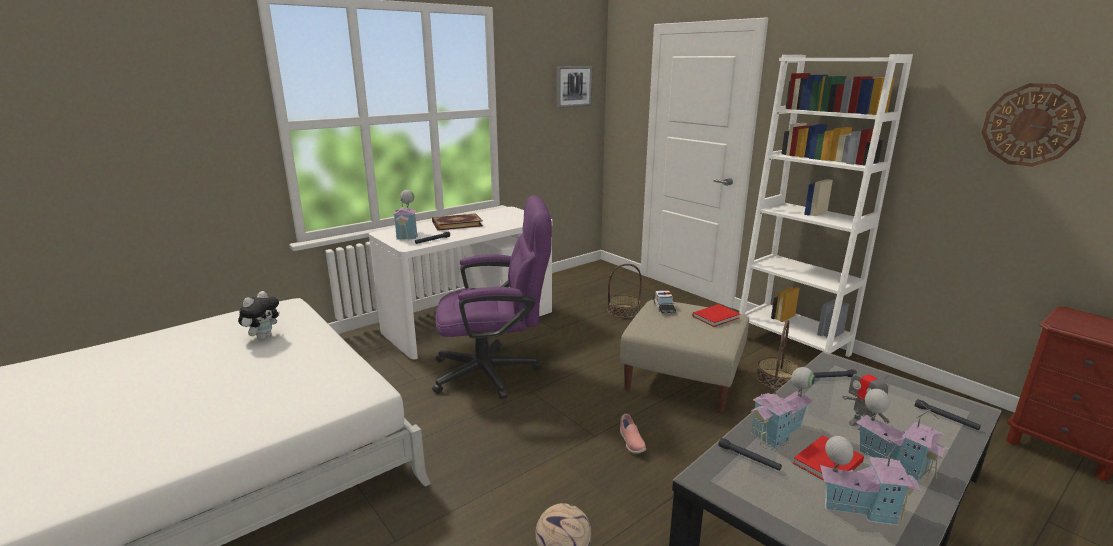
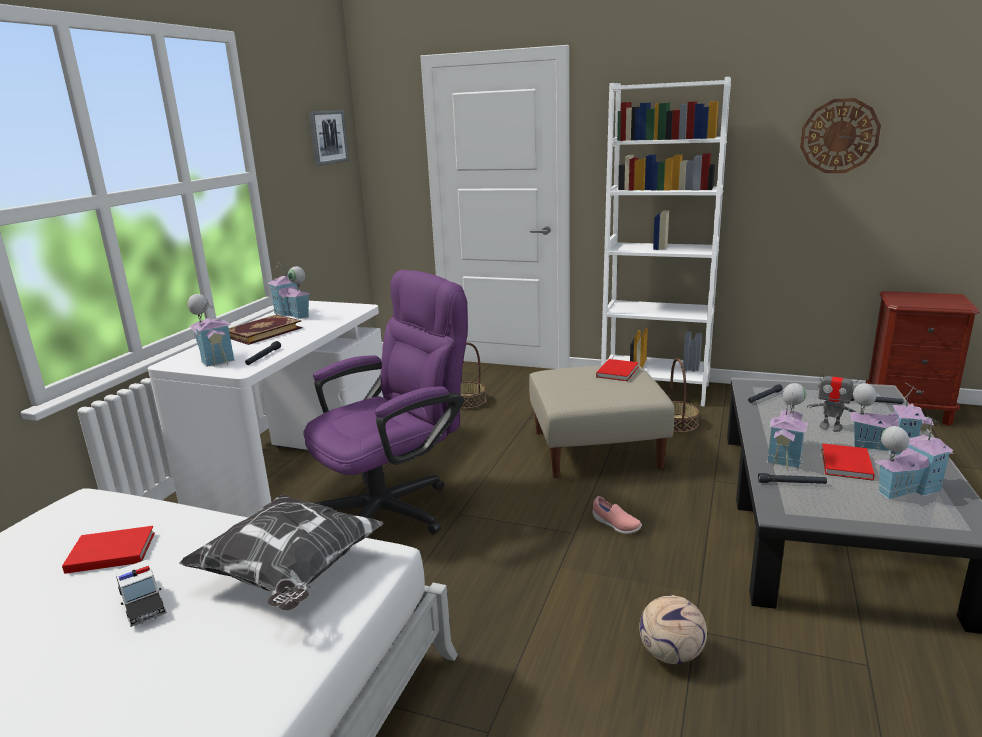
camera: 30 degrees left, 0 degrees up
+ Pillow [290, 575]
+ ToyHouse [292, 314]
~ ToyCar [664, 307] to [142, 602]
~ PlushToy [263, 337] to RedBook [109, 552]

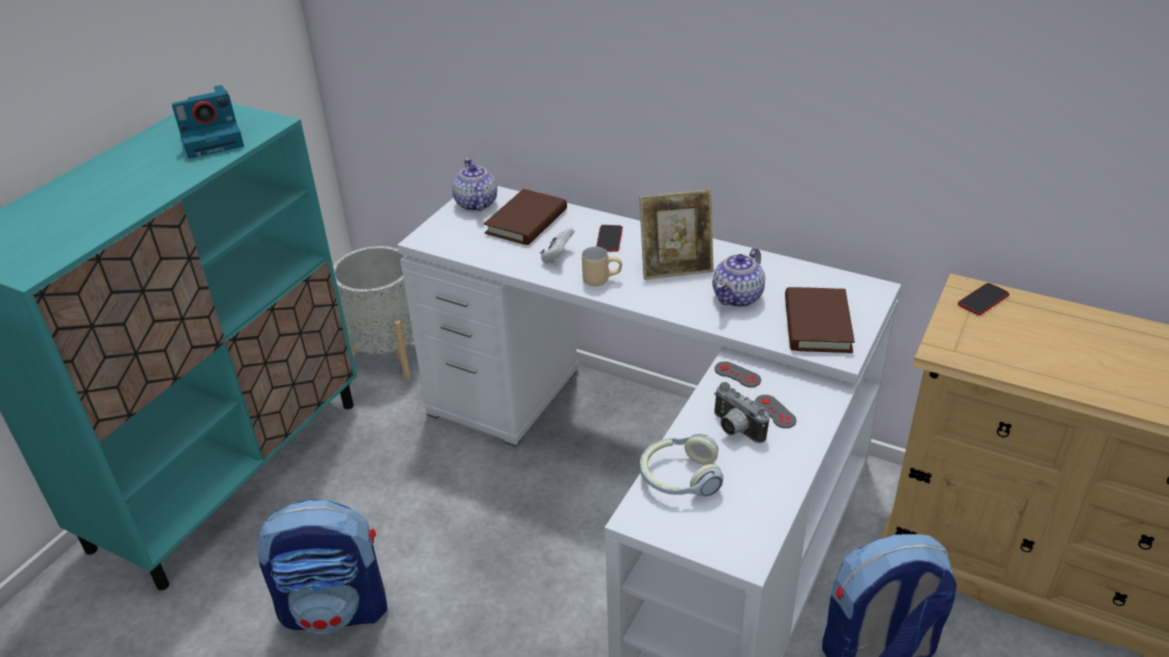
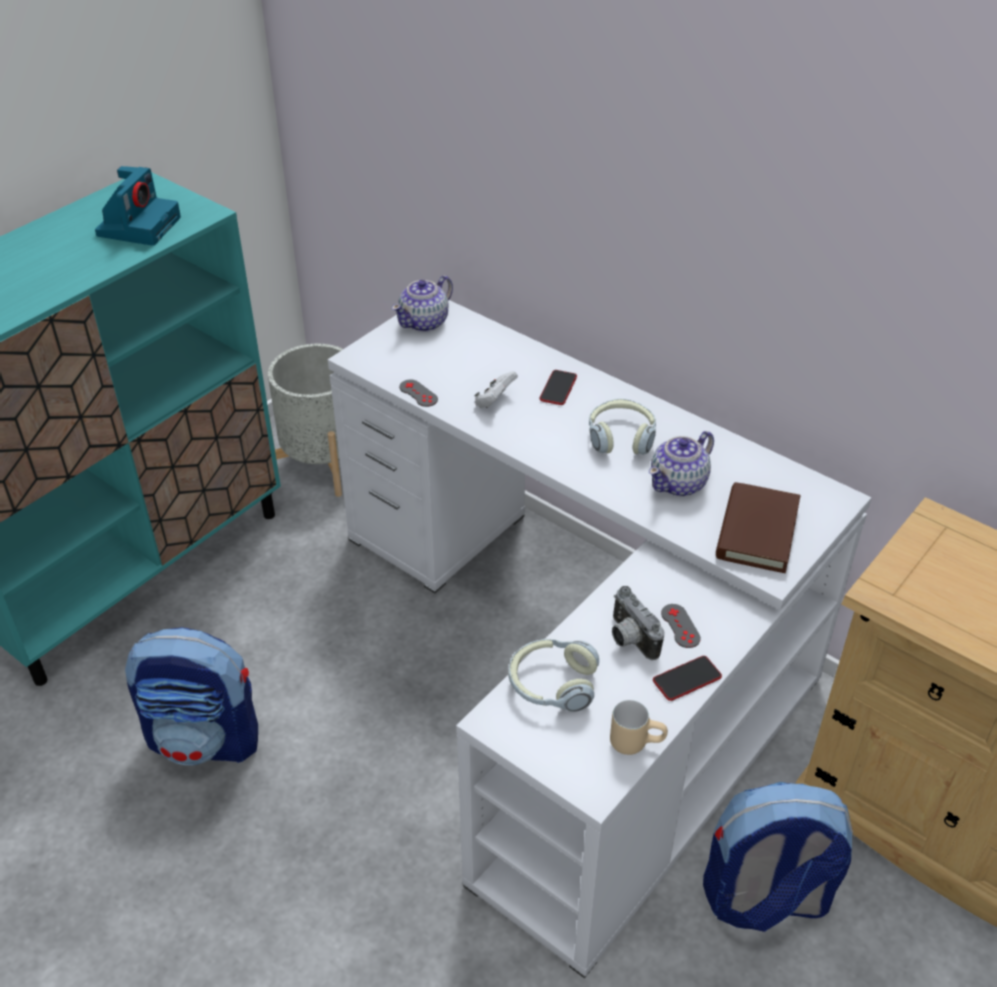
camera: 10 degrees right, 5 degrees up
- BrownBook [526, 221]
~ BeigeMug [601, 279] to [636, 741]
~ GreyGameController [737, 374] to [418, 393]
~ Phone [983, 300] to [687, 679]
~ PictureFrame [676, 268] to Headphones [621, 437]
~ PhotoCamera [213, 139] = [139, 225] 60 degrees counterclockwise
~ Teapot [476, 204] = [425, 322] 135 degrees counterclockwise

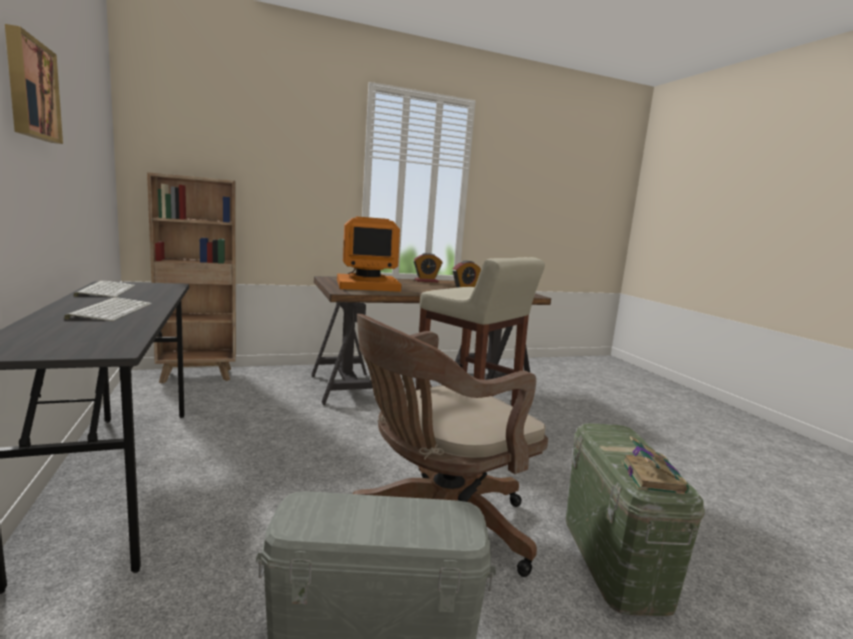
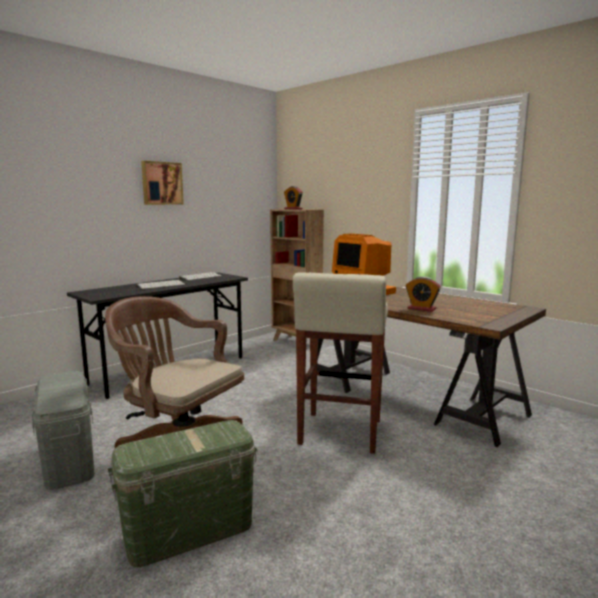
camera: 65 degrees right, 0 degrees up
- Book [651, 476]
~ AlarmClock [426, 281] to [293, 209]

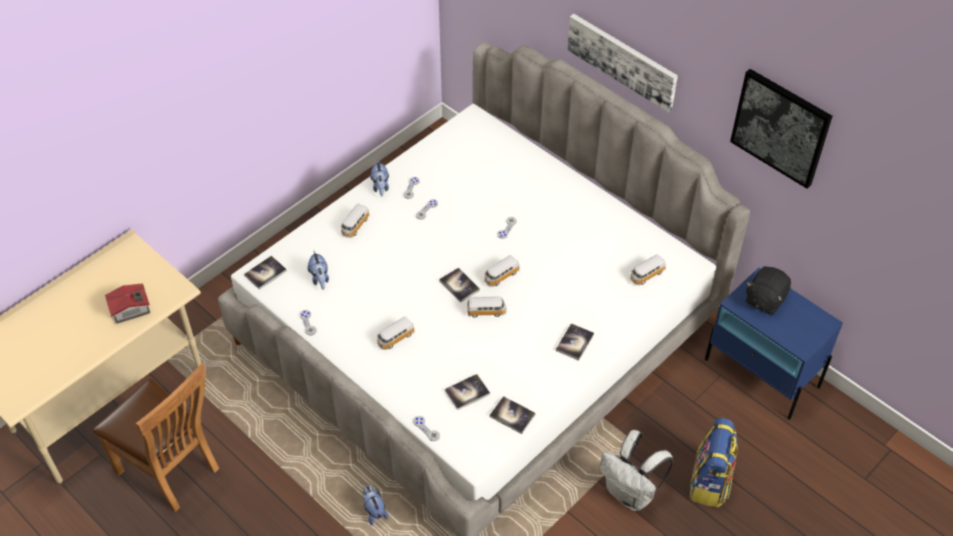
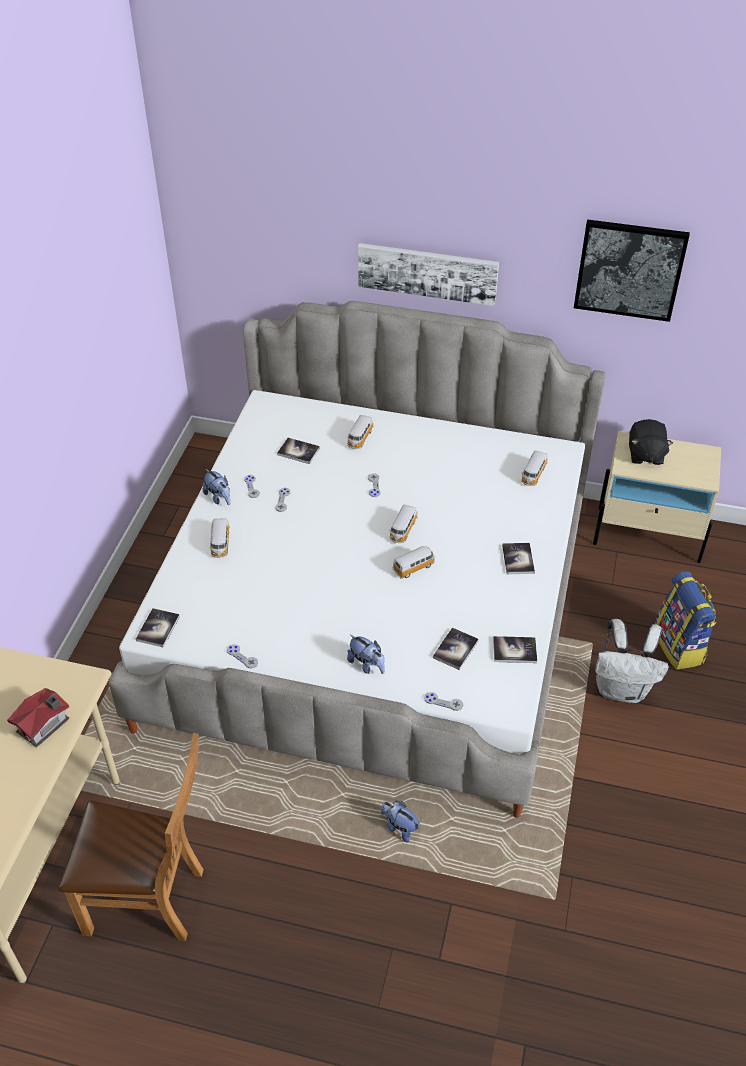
camera: 30 degrees left, 5 degrees down
~ PlushToy [320, 278] to [367, 665]
~ ToyCar [395, 338] to [359, 438]
~ Book [459, 285] to [298, 451]
~ BlueNightstand [762, 373] to BeigeNightstand [649, 535]

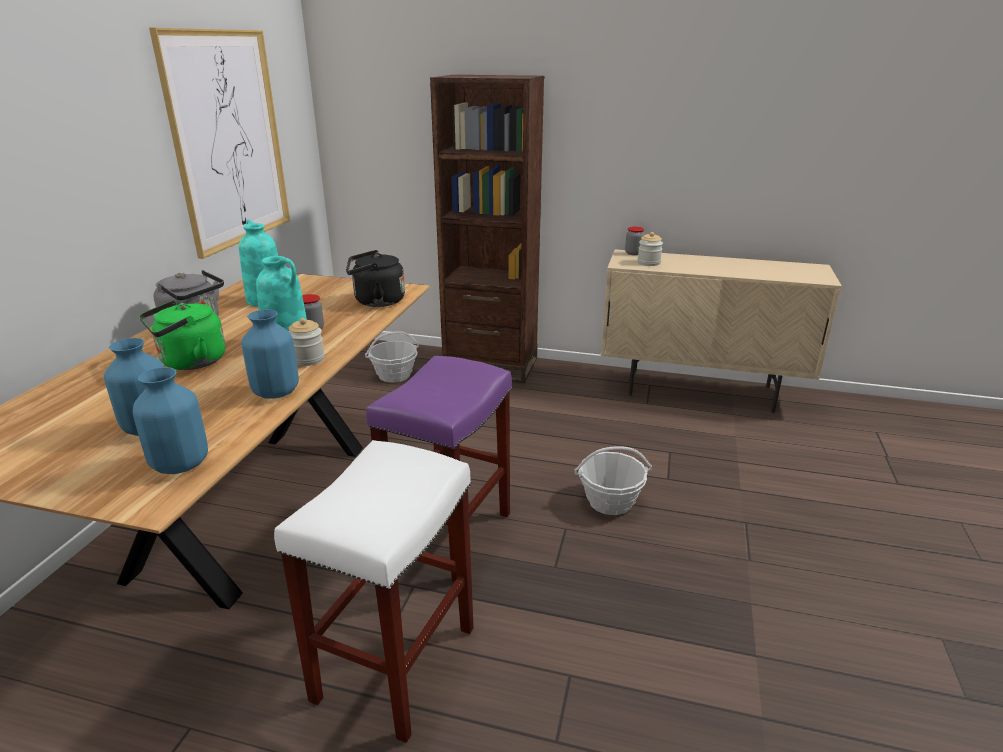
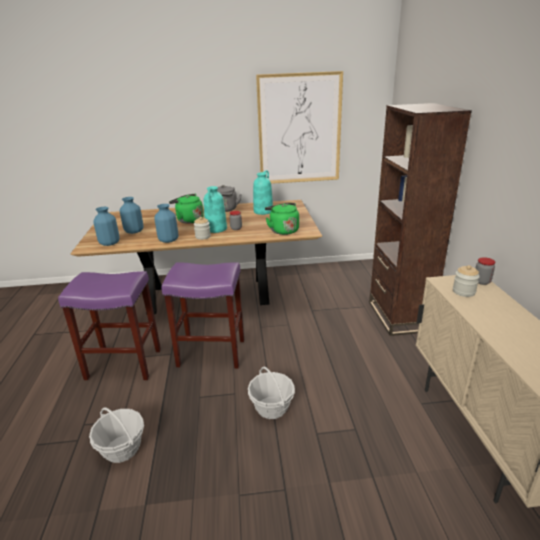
camera: 70 degrees right, 0 degrees up
~ Basket [394, 375] to [122, 448]
~ WhiteStool [395, 665] to PurpleStool [123, 364]
~ BlackKettle [376, 301] to GreenKettle [283, 230]

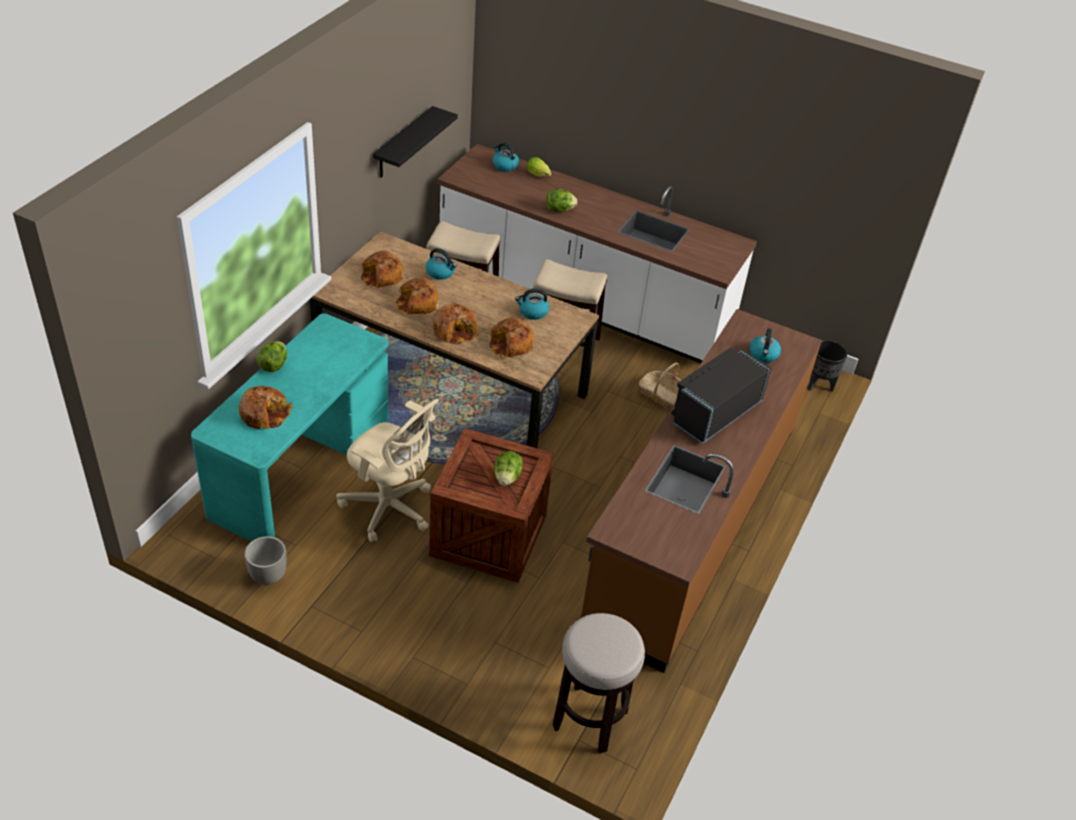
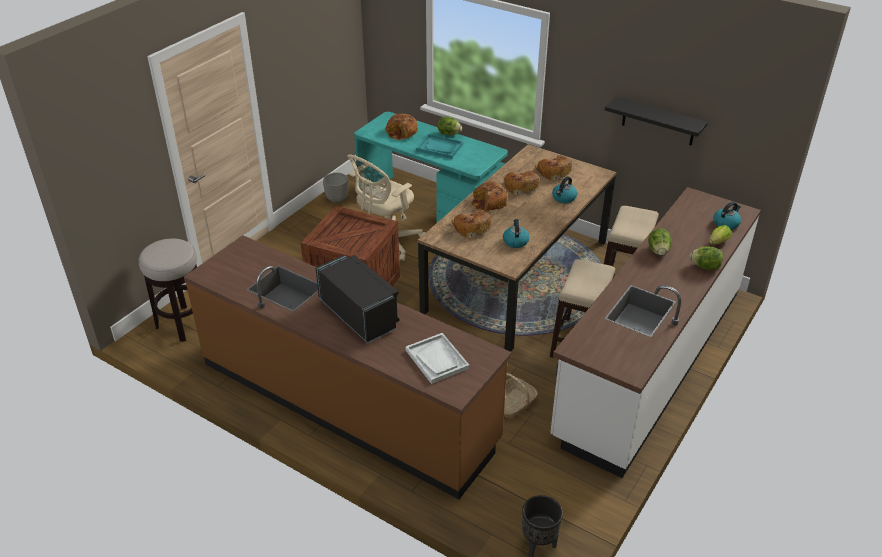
camera: 100 degrees right, 5 degrees down
+ TurquoiseTray [439, 147]
~ Lettuce [507, 478] to [705, 267]
~ Kettle [763, 355] to WhiteTray [437, 359]

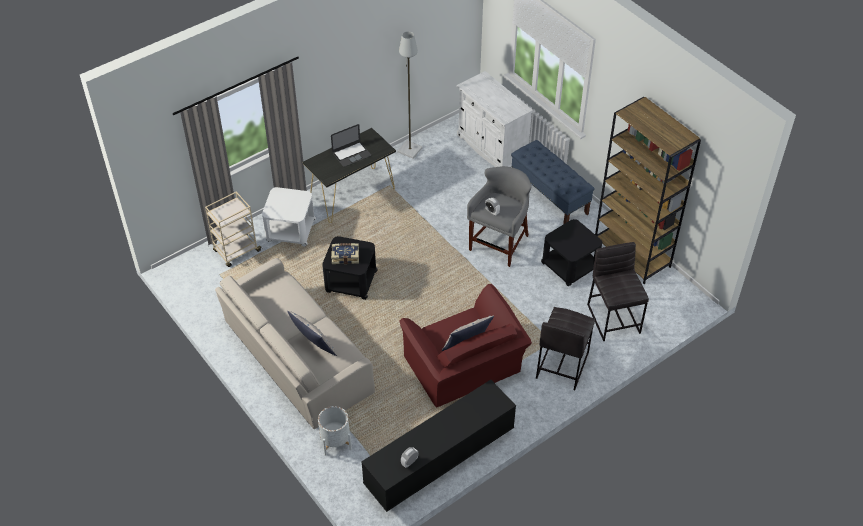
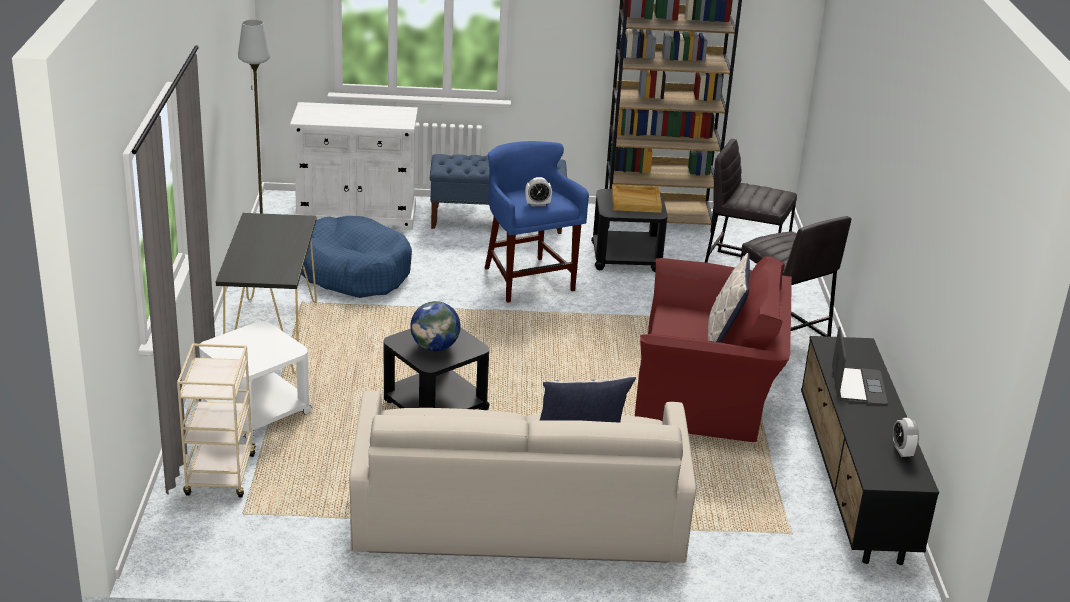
camera: 55 degrees left, 20 degrees down
- WhitePlanter [335, 441]
+ BlueDogBed [353, 272]
+ BeigeTray [636, 201]
~ Laptop [351, 154] to [858, 386]
~ Book [345, 256] to Globe [435, 347]
~ GreyStool [499, 244] to BlueStool [527, 280]

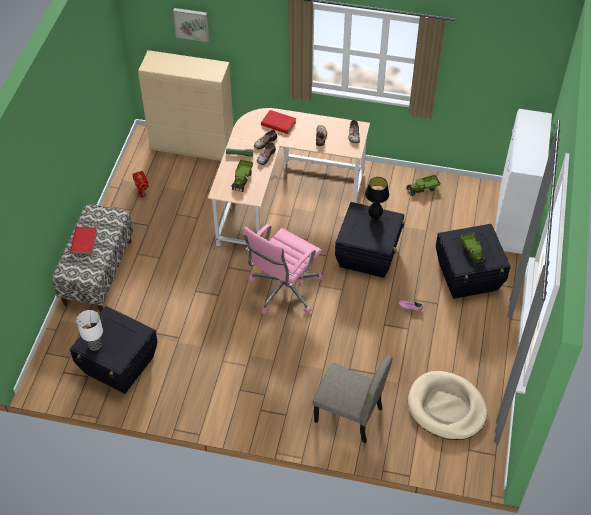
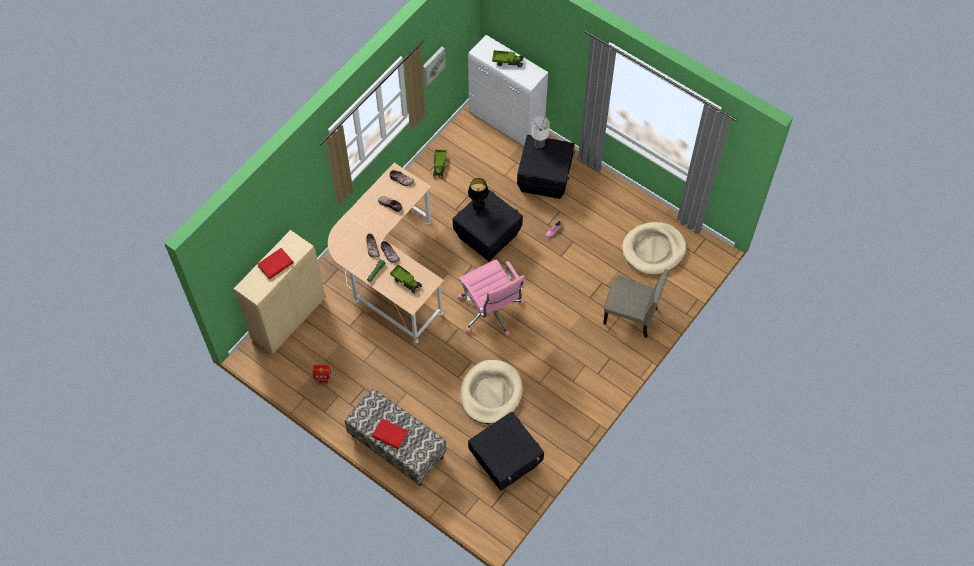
camera: 65 degrees left, 10 degrees up
+ BeigeDogBed [491, 393]
~ TableLamp [95, 345] to [539, 143]
~ Picture [191, 23] to [432, 65]
~ RedBook [278, 123] to [275, 265]
~ ToyTruck [472, 253] to [507, 61]
~ BeigeChair [348, 415] = [630, 316] 60 degrees clockwise

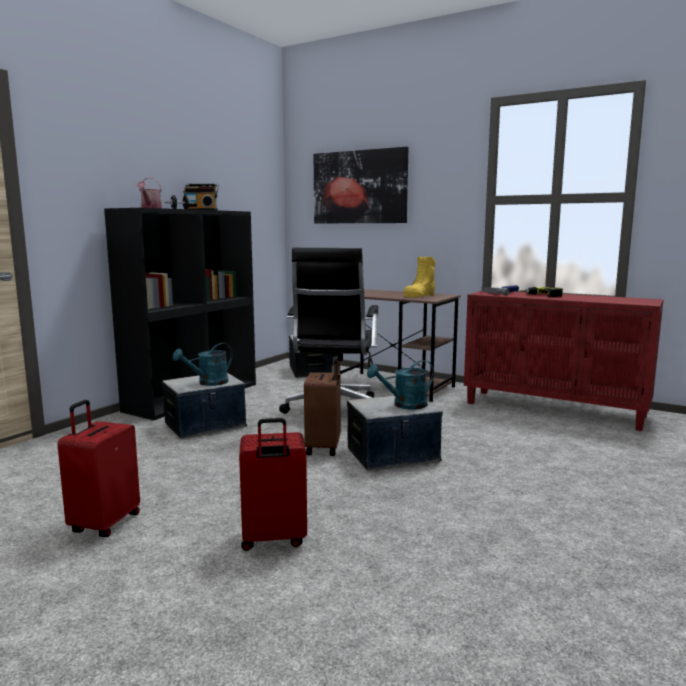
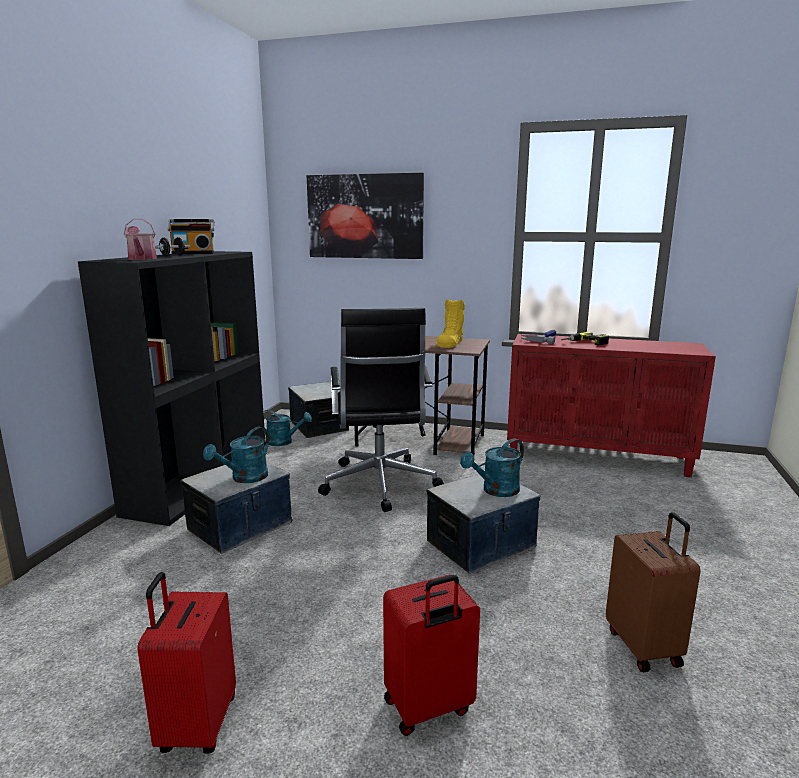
camera: 15 degrees left, 5 degrees up
+ TurquoiseWateringCan [284, 442]
~ BrownSuitcase [324, 448] to [645, 647]

